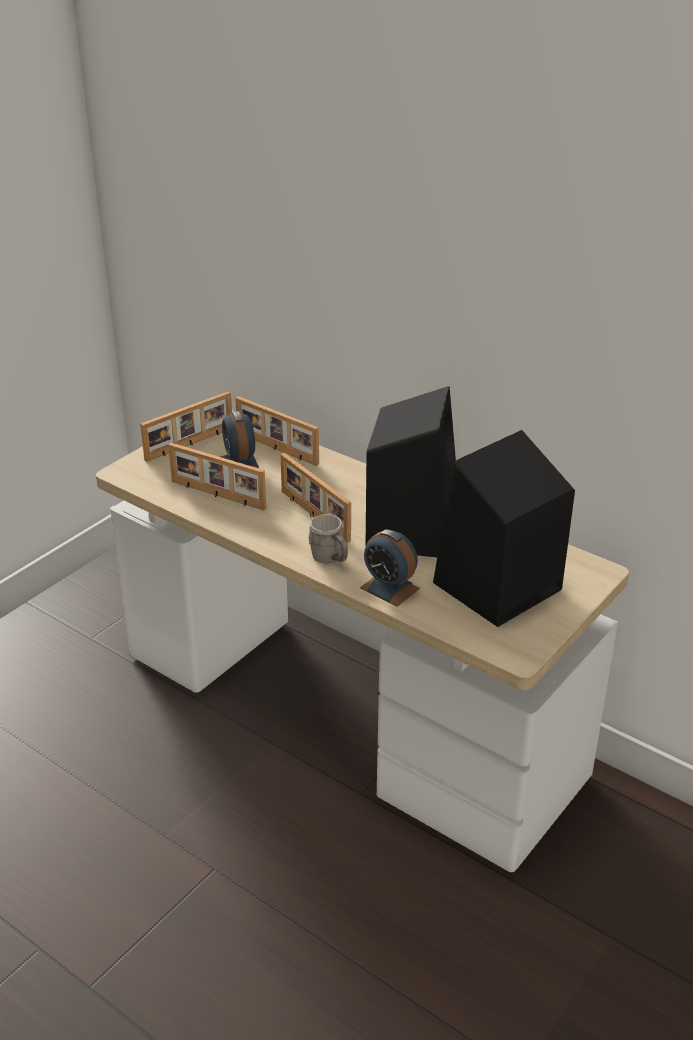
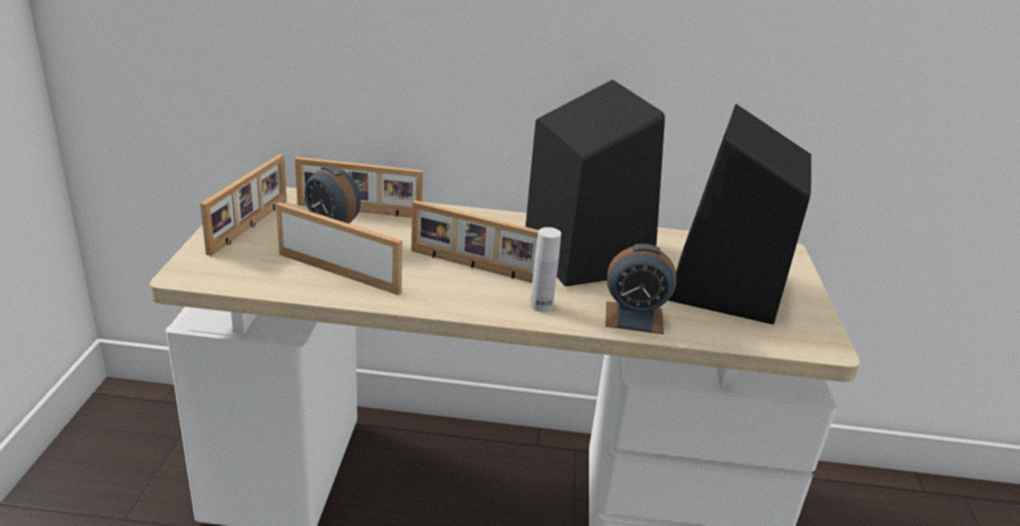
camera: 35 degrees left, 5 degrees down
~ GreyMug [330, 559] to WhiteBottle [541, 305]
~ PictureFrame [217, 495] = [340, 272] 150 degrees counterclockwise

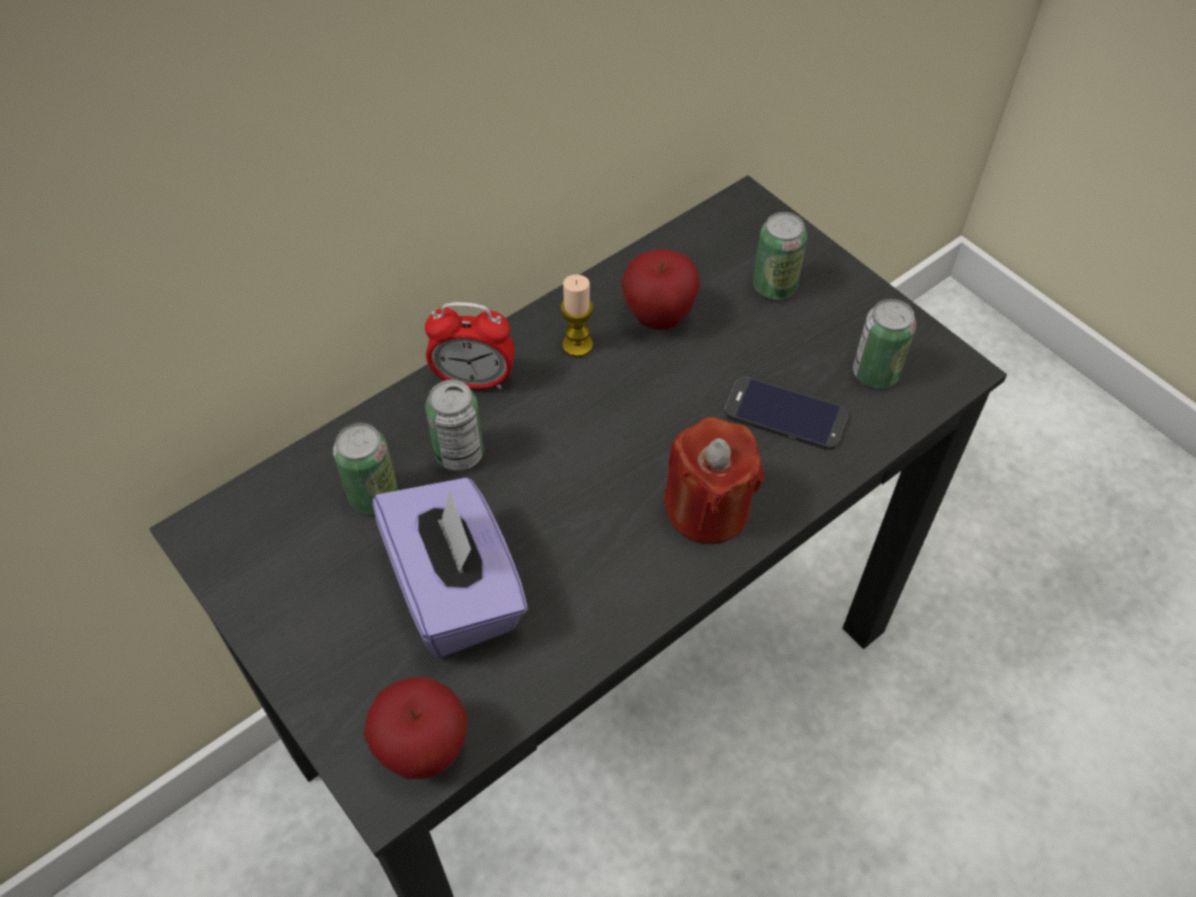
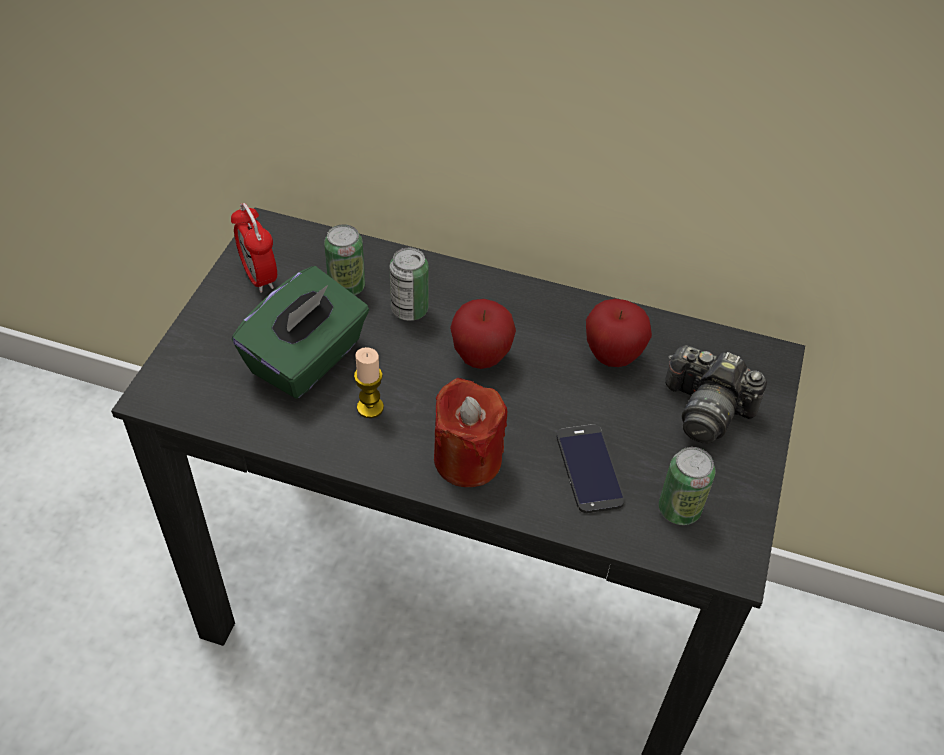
camera: 55 degrees right, 5 degrees down
~ Apple [424, 750] to [481, 358]
~ AlarmClock [474, 380] to [259, 277]
~ Candle [577, 345] to [370, 407]
~ Can [774, 286] to PhotoCamera [706, 409]
~ PurpleTissueBox [456, 590] to GreenTissueBox [307, 359]

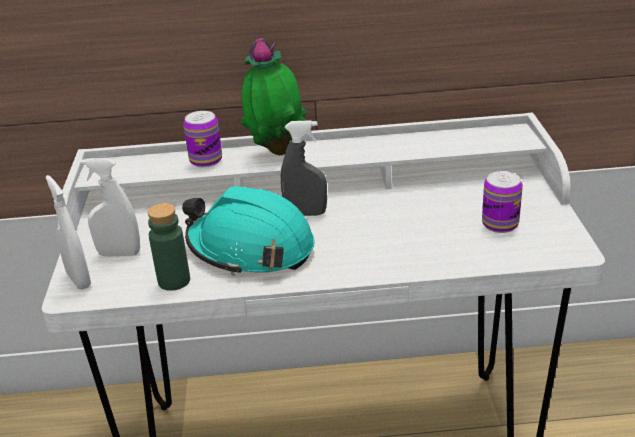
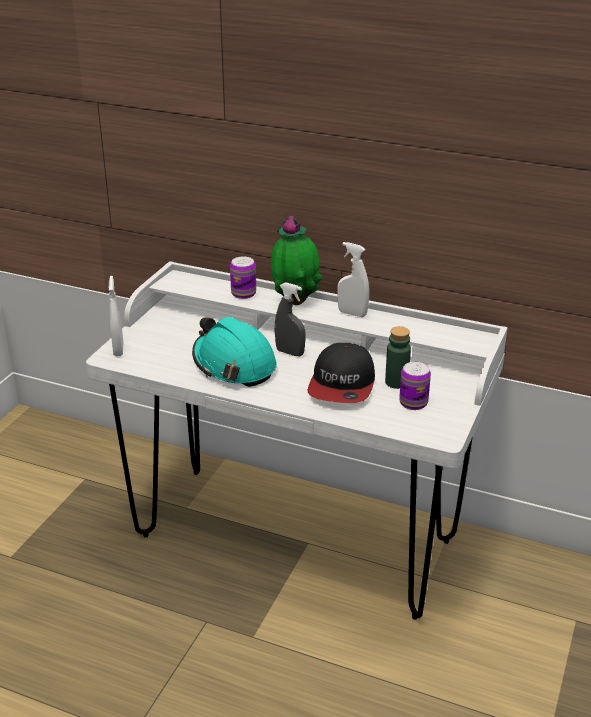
camera: 25 degrees right, 0 degrees up
+ Cap [342, 385]
~ WhiteSprayBottle [119, 254] to [352, 313]
~ GreenBottle [174, 281] to [396, 382]

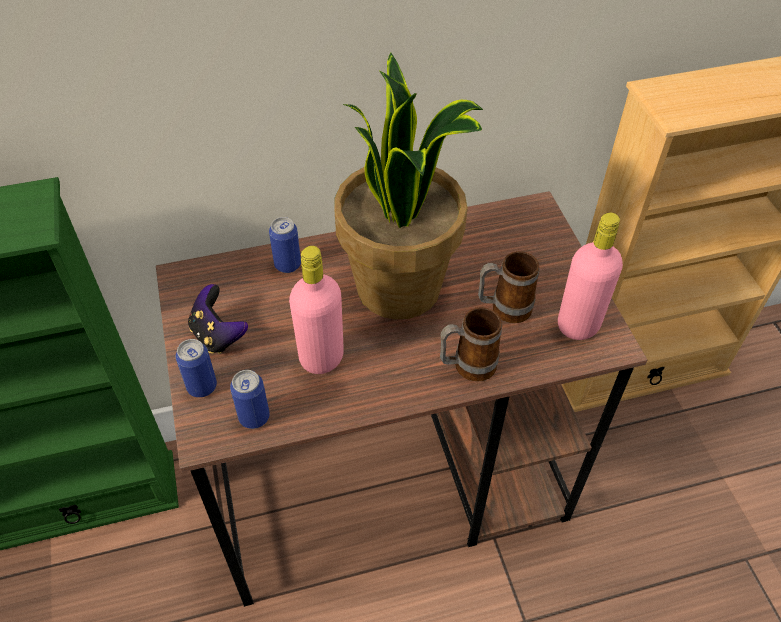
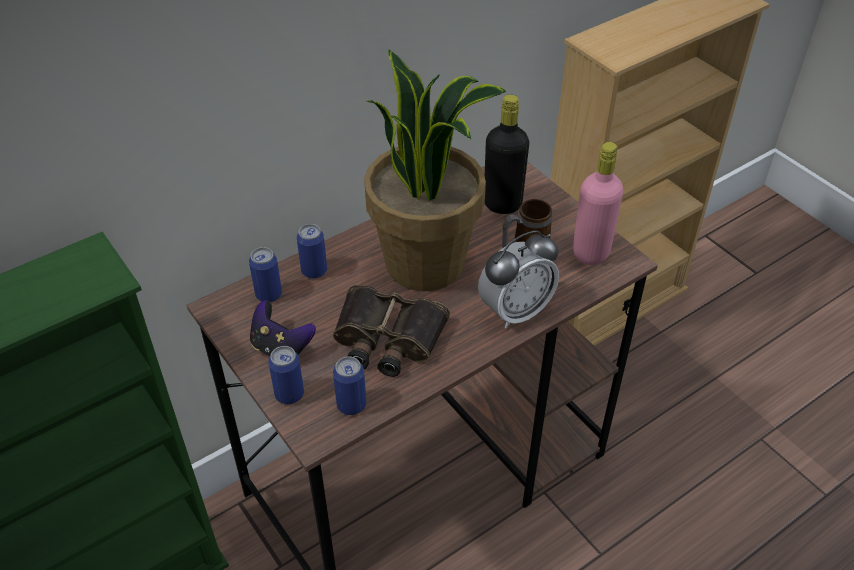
camera: 20 degrees left, 5 degrees down
+ Can [268, 294]
+ BlackBottle [502, 204]
~ PinkBottle [321, 357] to Binoculars [386, 339]
~ Mug [466, 367] to AlarmClock [515, 311]

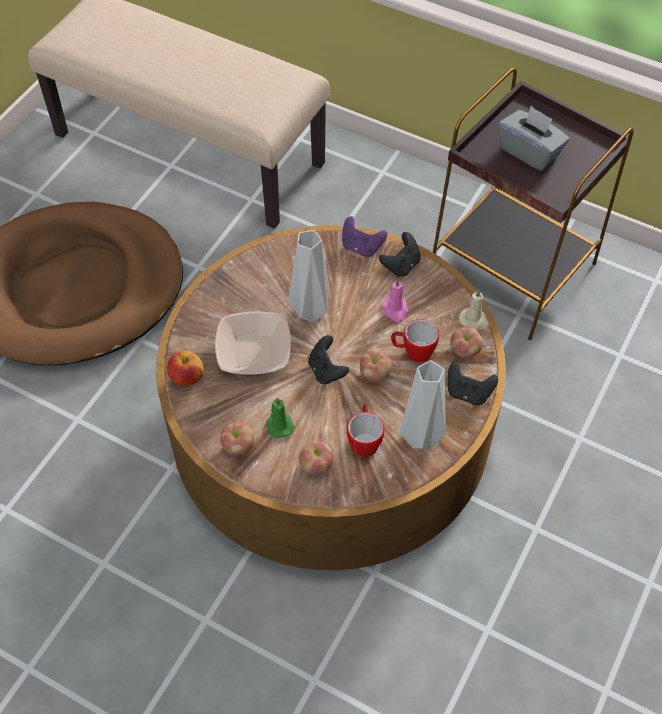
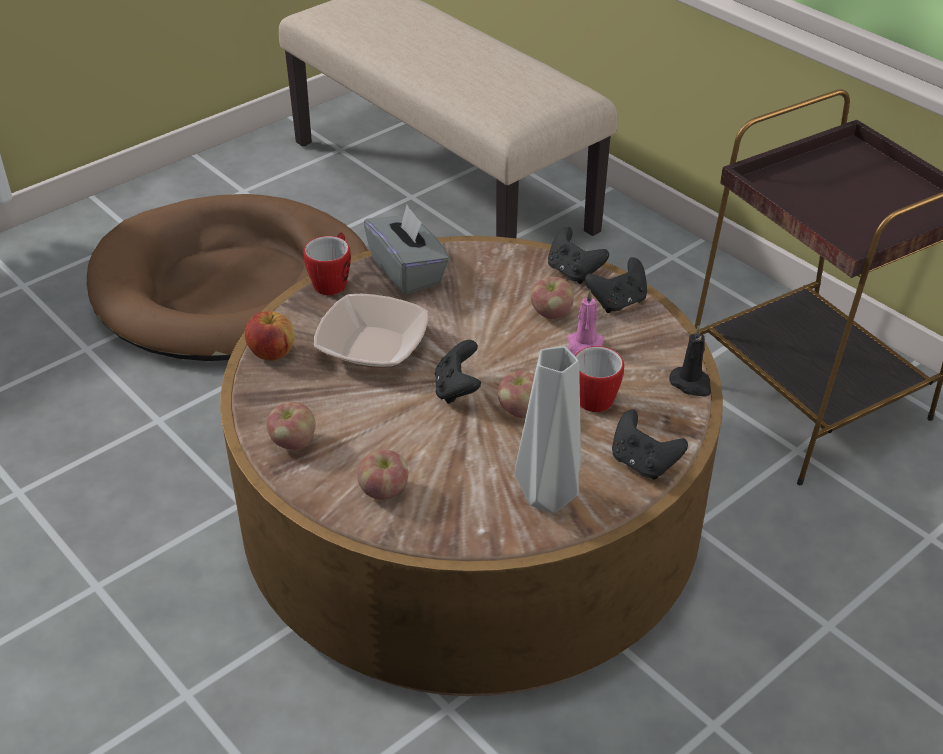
camera: 20 degrees right, 15 degrees down
- GreenCandle [279, 424]
- GreyVase [312, 312]
~ Mug [364, 440] to [333, 281]
~ Apple [464, 351] to [551, 313]
~ GreyTissueBox [529, 151] to [408, 271]
~ PurpleGameController [361, 247] to BlackGameController [573, 272]
~ BeigeCandle [474, 320] to BlackCandle [691, 384]

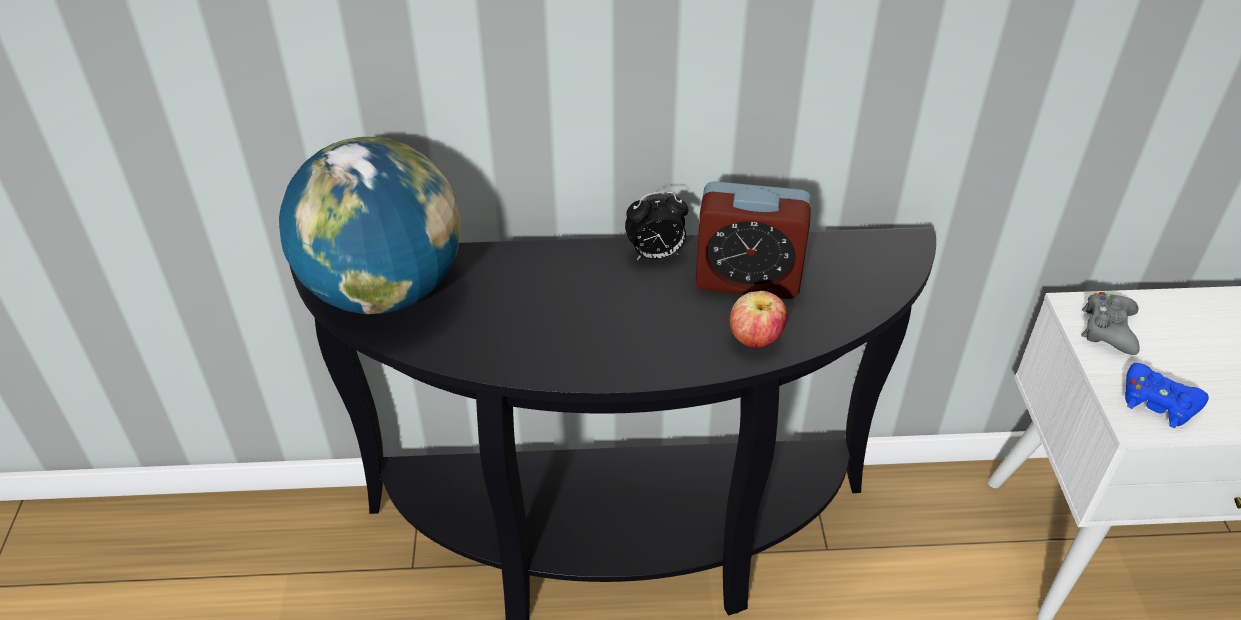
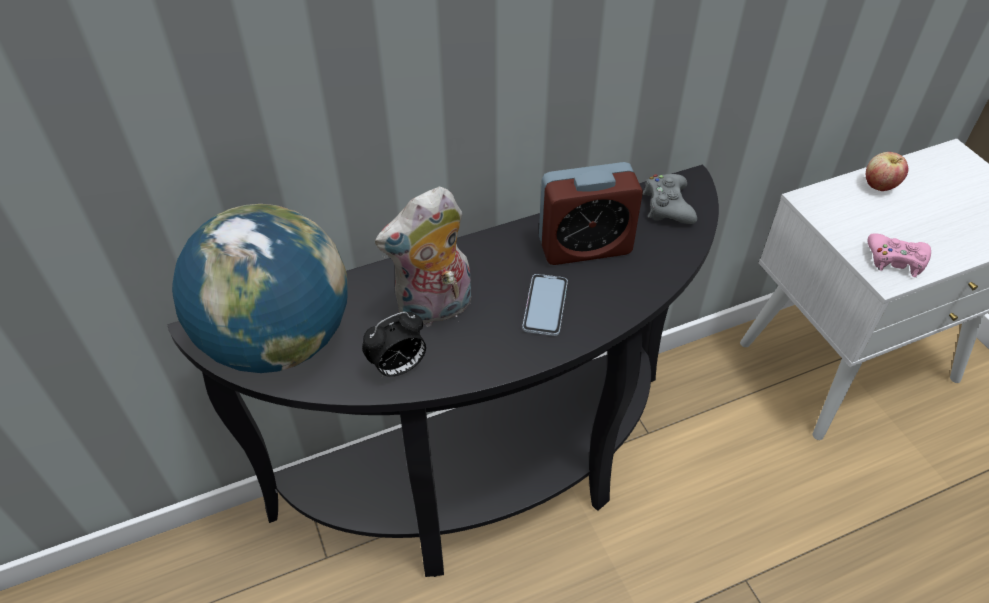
camera: 20 degrees left, 5 degrees up
+ PlushToy [434, 310]
+ Phone [545, 305]
~ AlarmClock [656, 256] to [398, 367]
~ Apple [755, 339] to [879, 186]
~ GreyGameController [1108, 329] to [667, 206]
~ BlueGameController [1158, 402] to PinkGameController [896, 260]

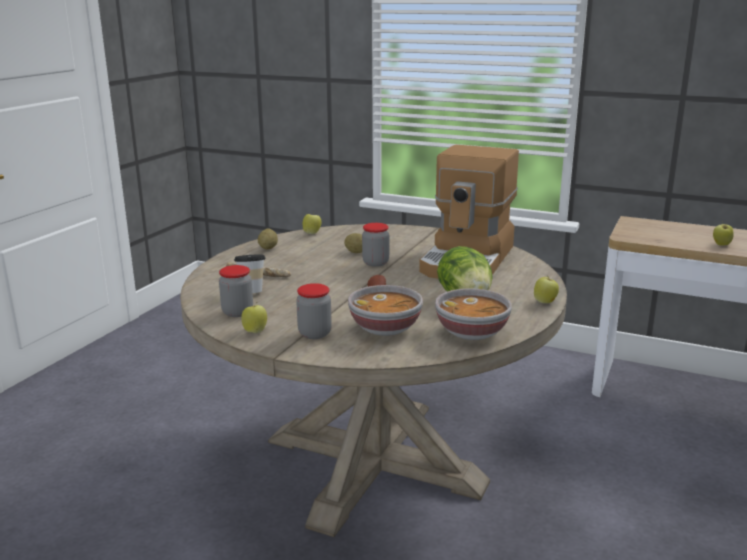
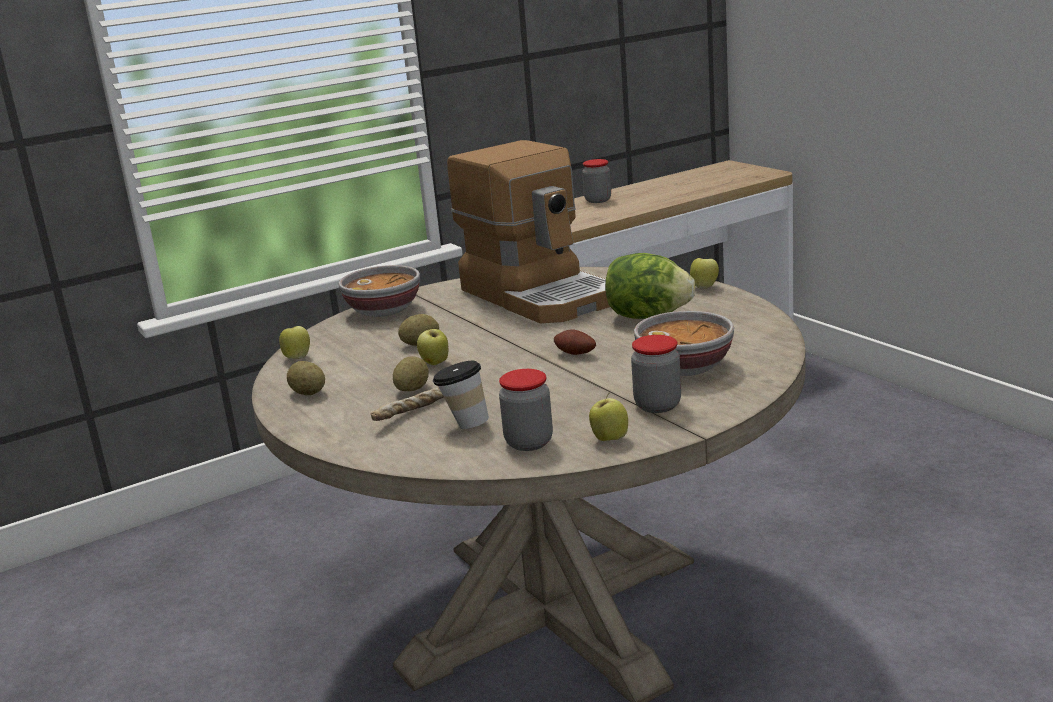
camera: 55 degrees left, 0 degrees up
+ Potato [412, 389]
~ Jar [375, 263] to [598, 200]
~ Bowl [472, 332] to [384, 310]
~ Apple [721, 245] to [435, 363]

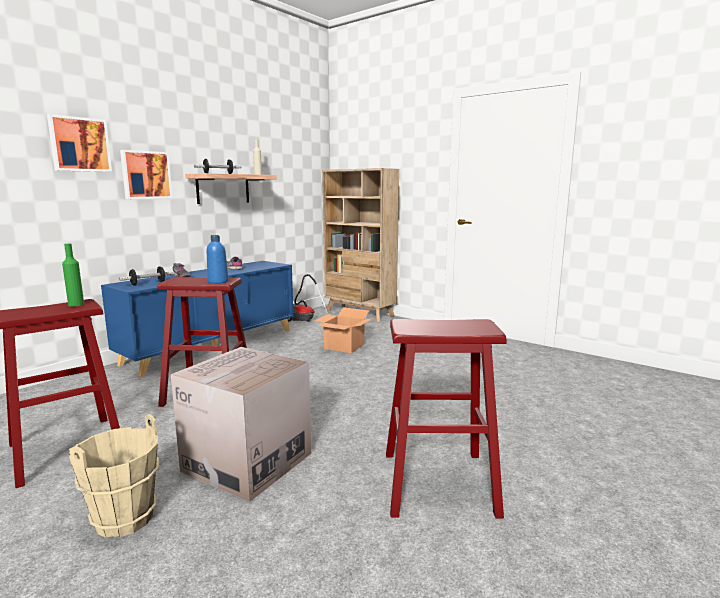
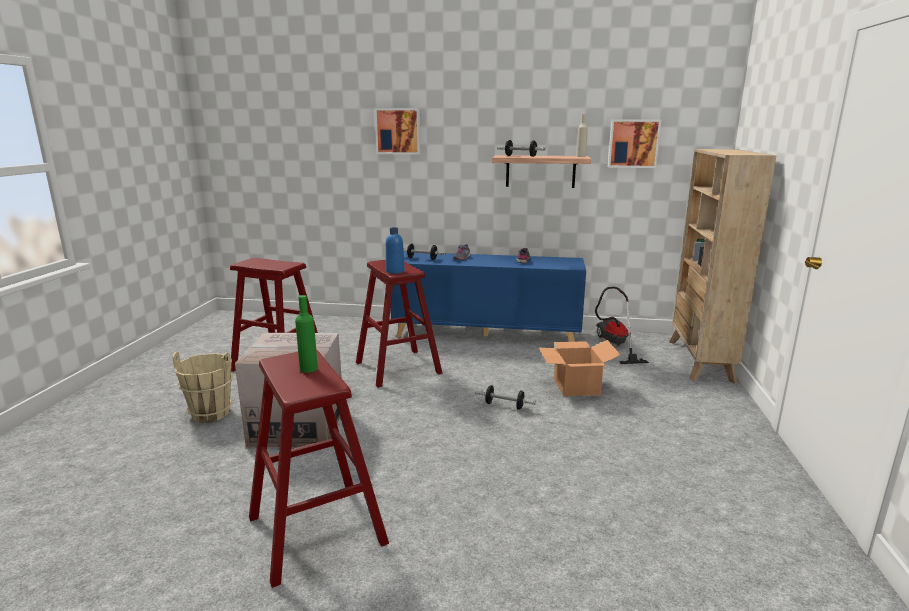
camera: 60 degrees right, 5 degrees up
+ Dumbbell [504, 405]
~ GreenBottle [76, 304] to [308, 369]
~ Picture [146, 175] to [633, 143]

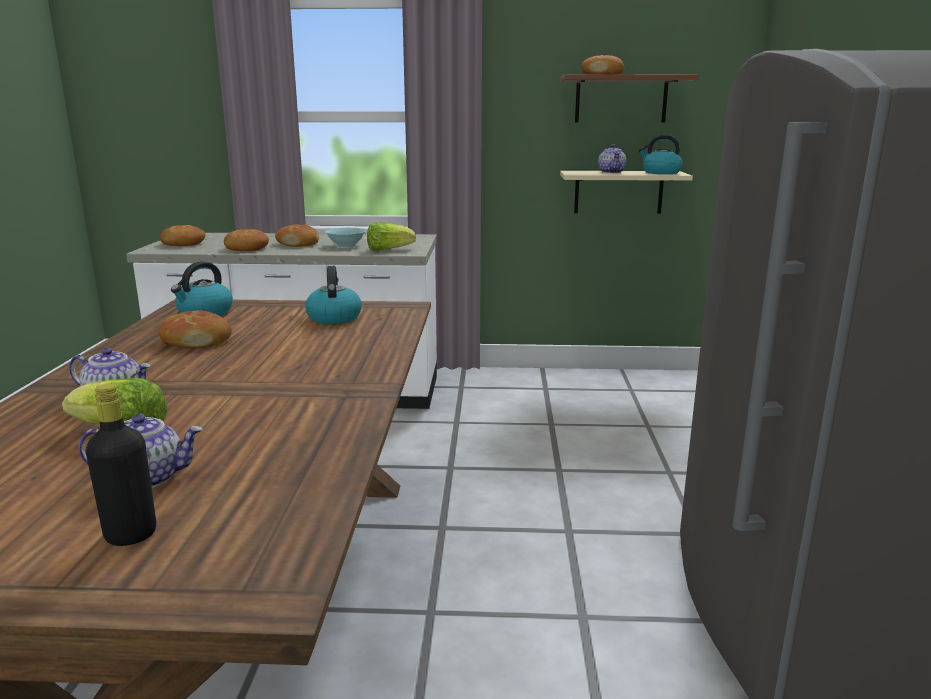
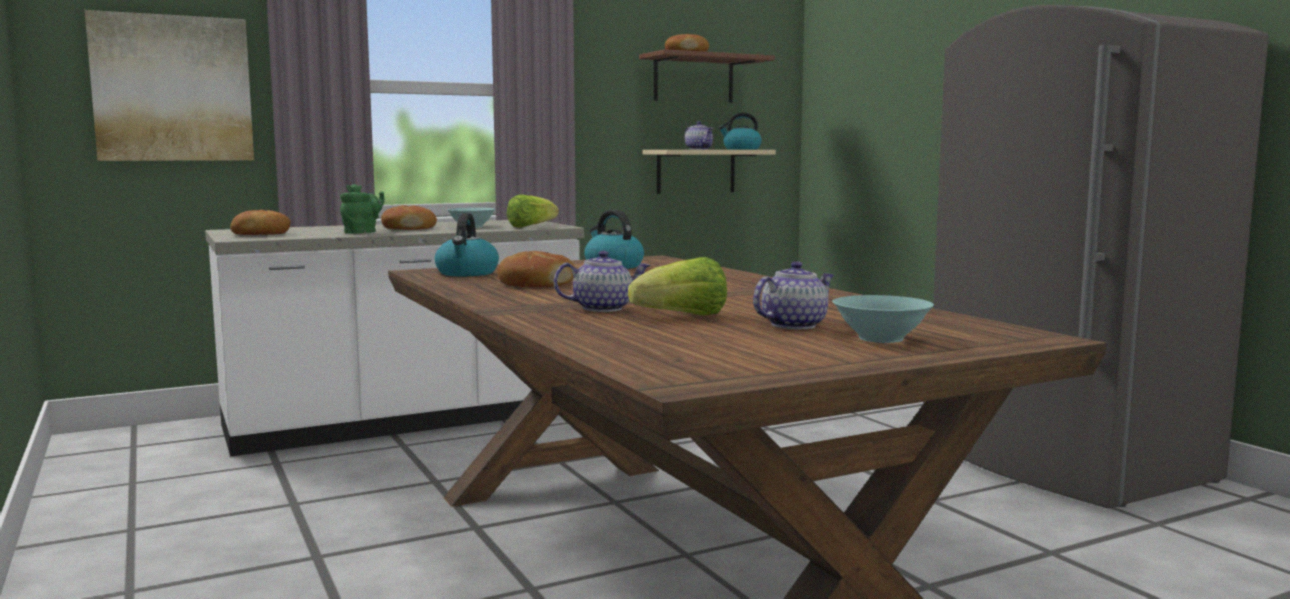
camera: 30 degrees left, 10 degrees down
+ Picture [172, 88]
~ BlackBottle [131, 535] to TurquoiseBowl [879, 338]
~ Bread [246, 248] to GreenTeapot [362, 233]

